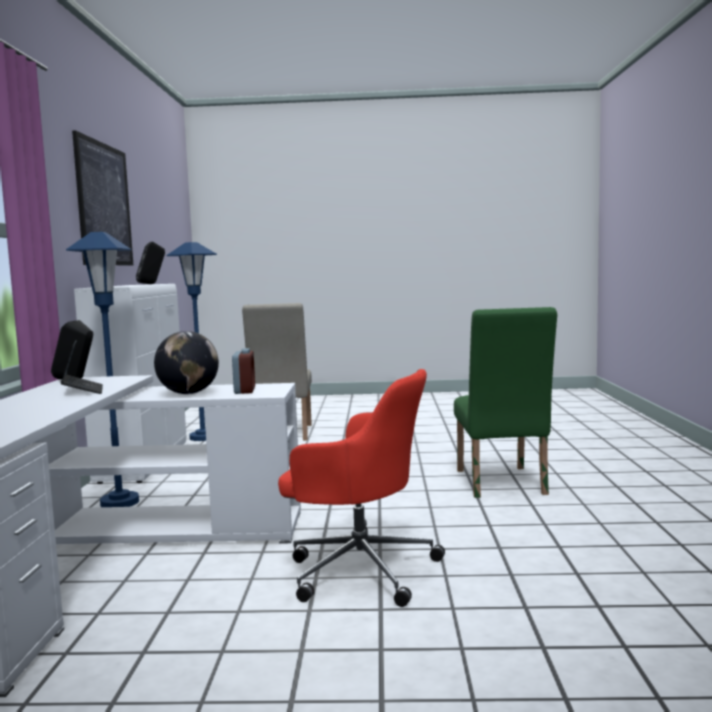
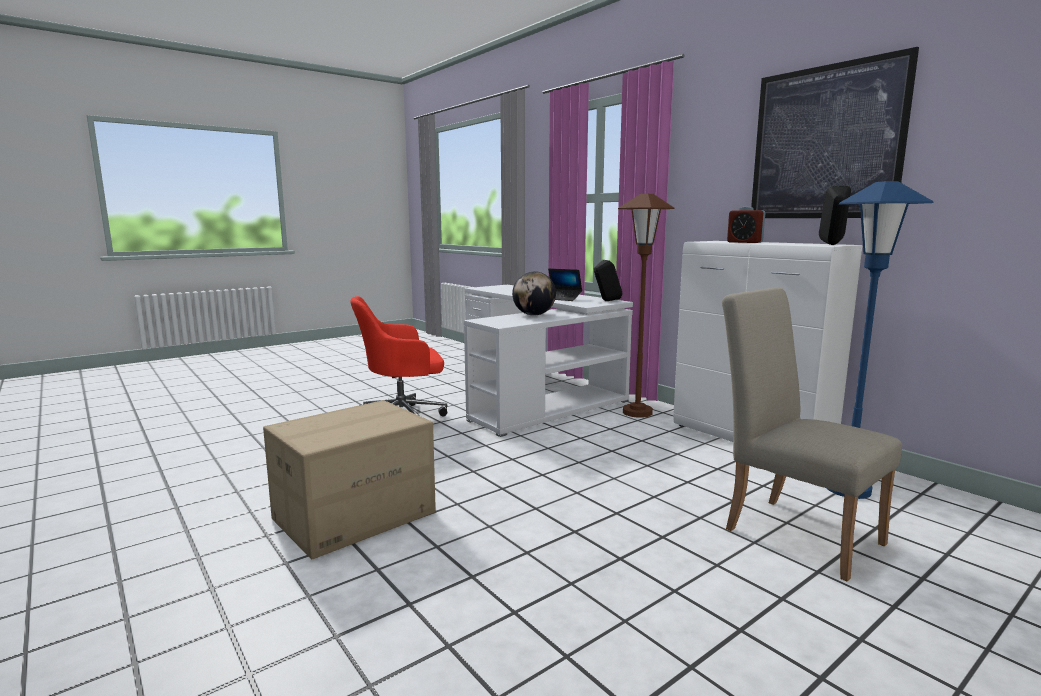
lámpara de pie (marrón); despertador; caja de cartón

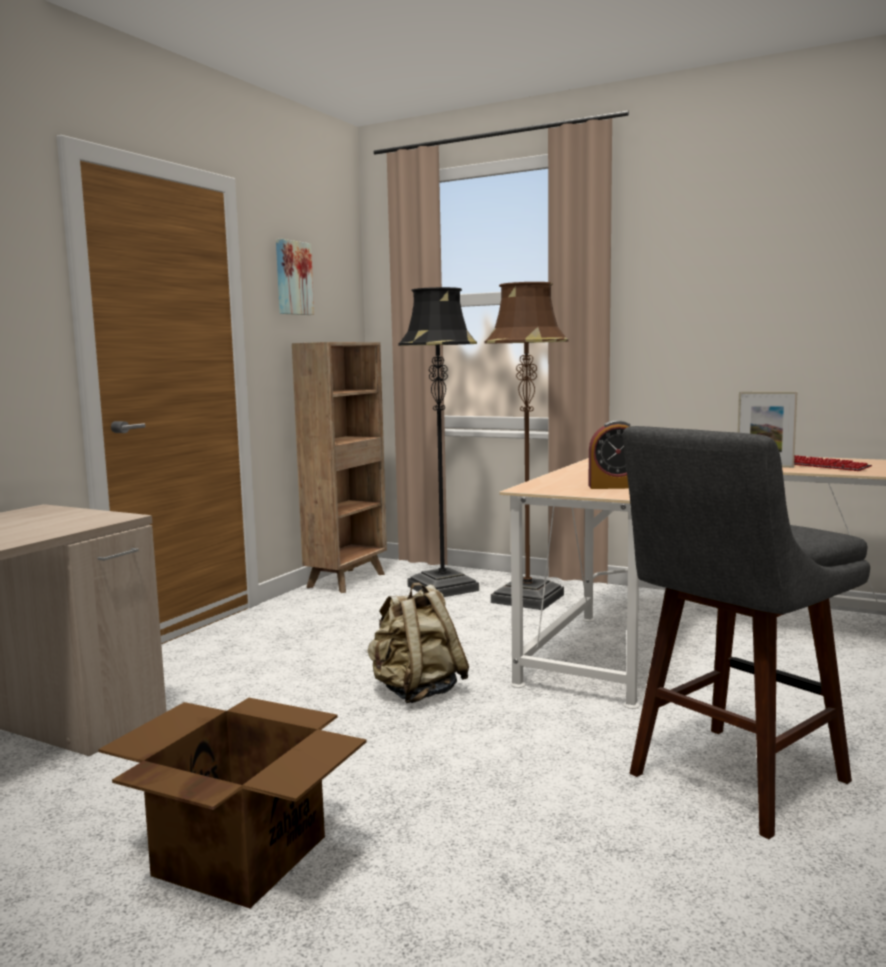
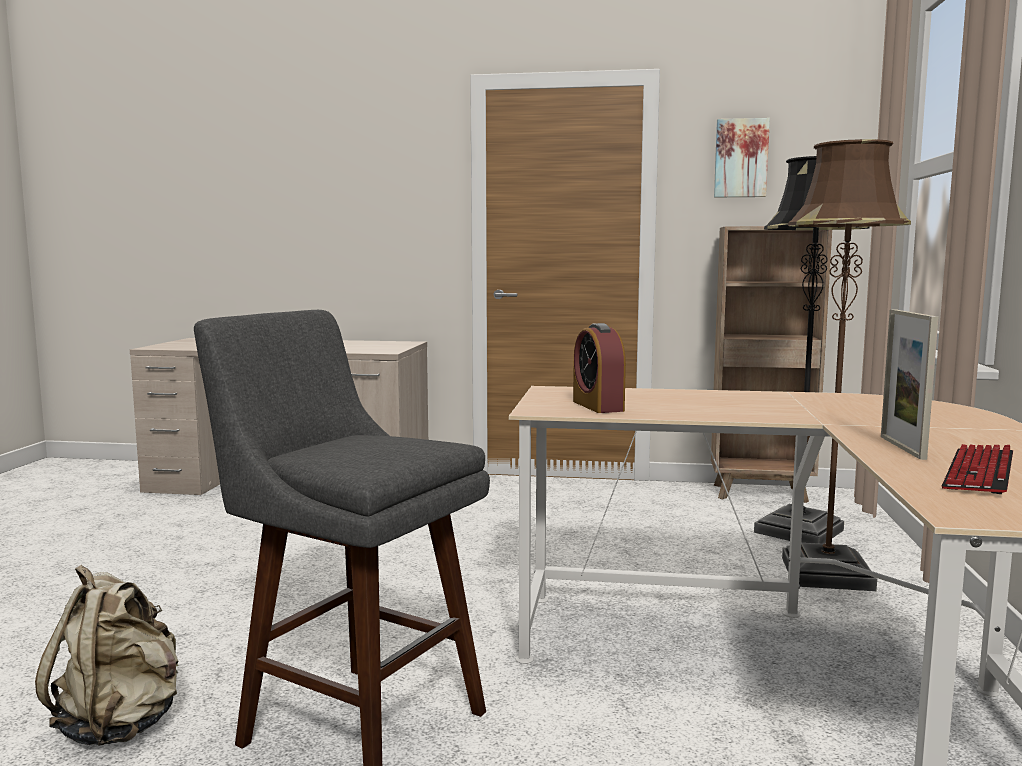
caja de cartón; mochila (beis)

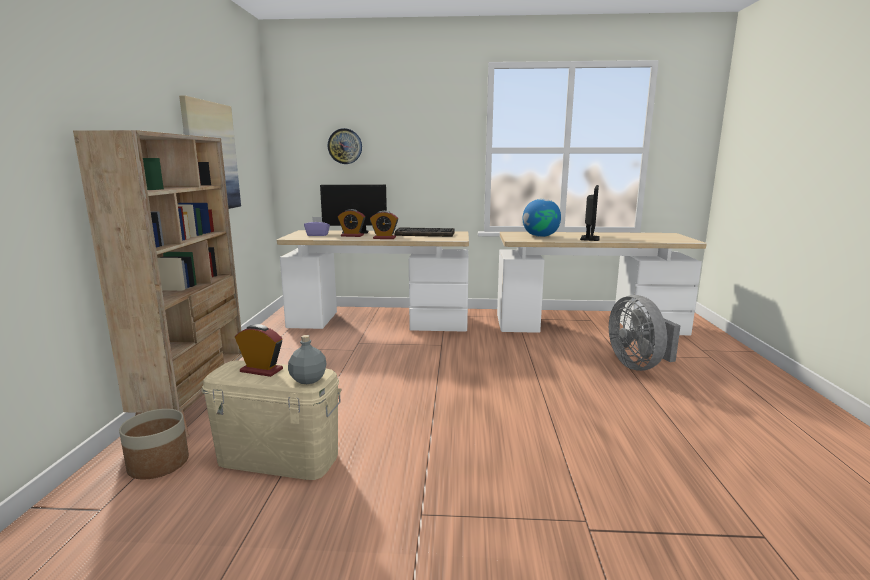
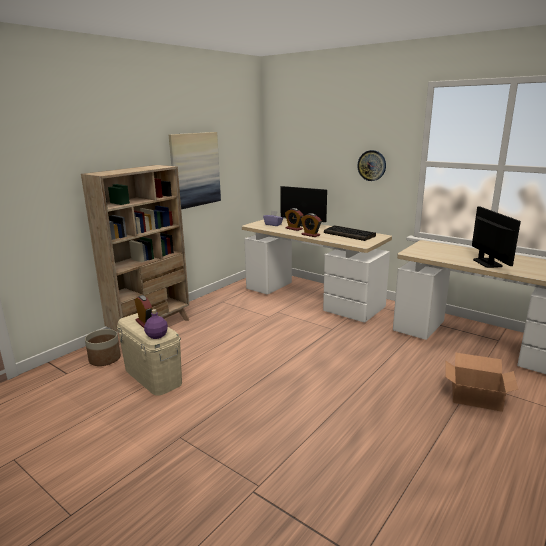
botella (morado); reloj de pared; globo terráqueo; monitor (no. 2 from left); caja de cartón

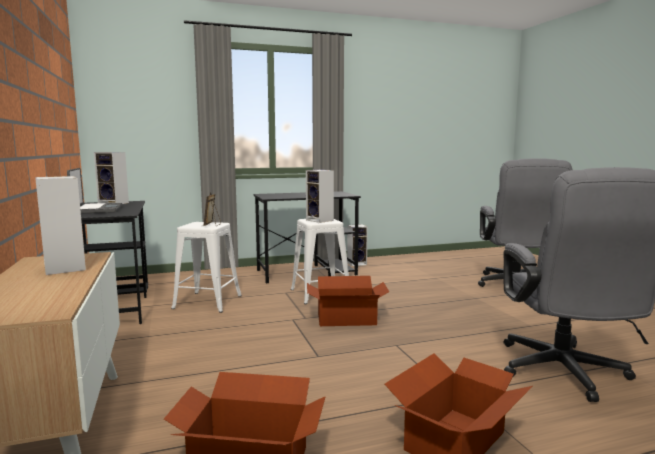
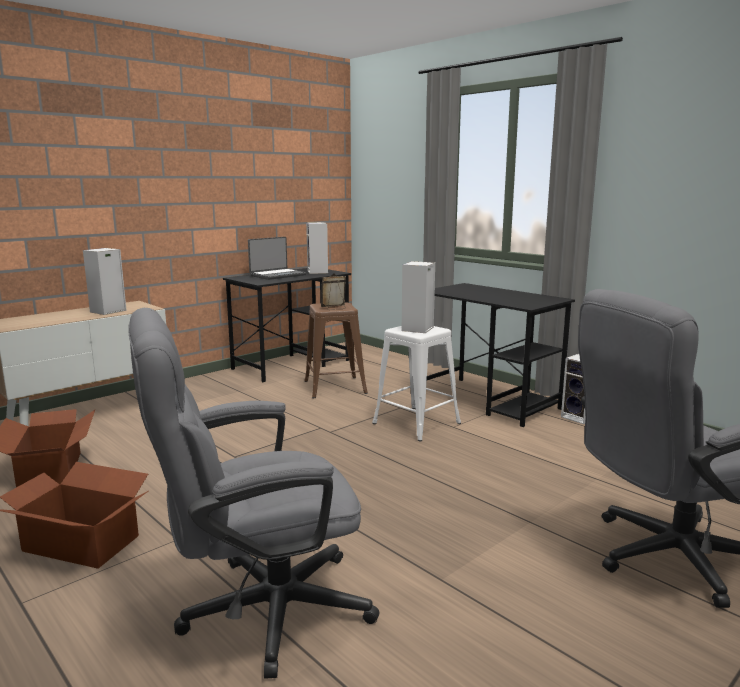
taburete (marrón); caja de cartón (no. 2 from left in the first image)

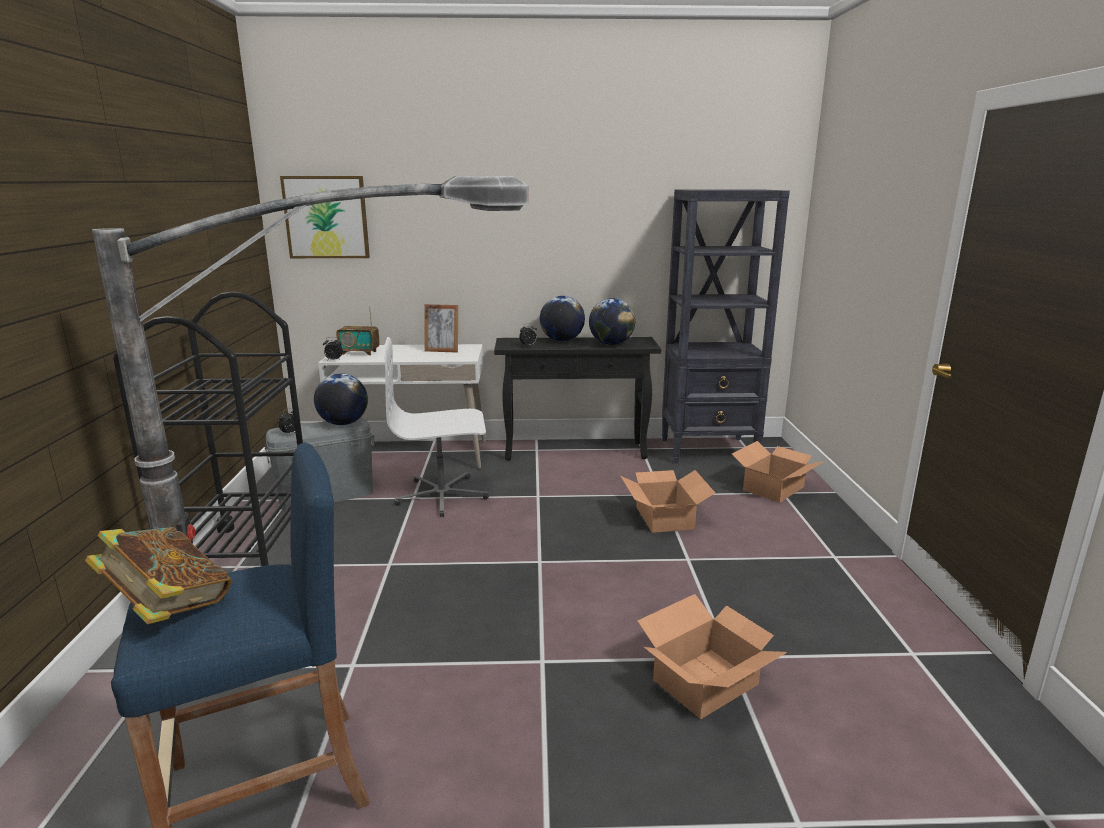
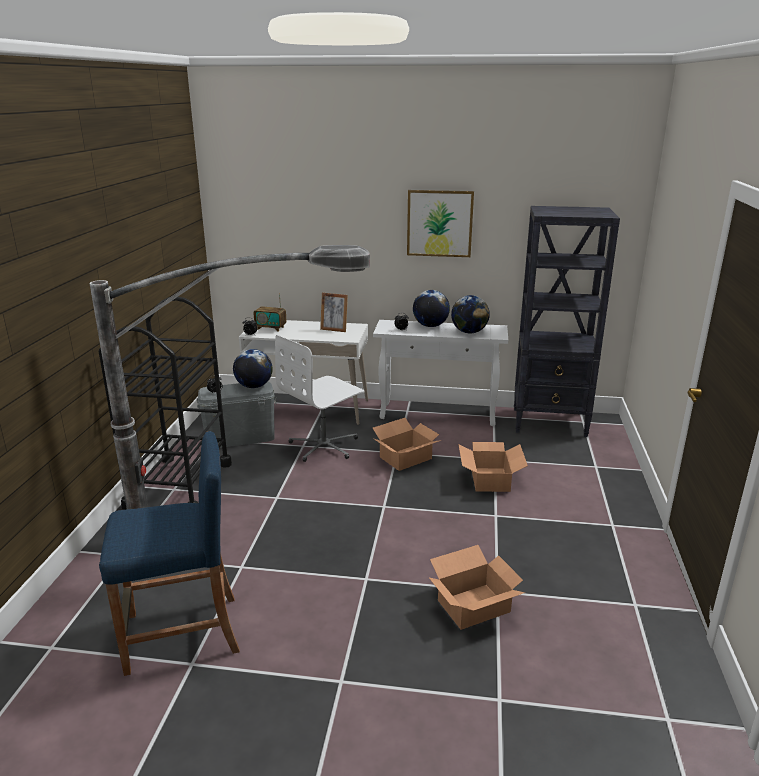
libro; cuadro; silla de oficina (blanco); mesa consola (blanco); caja de cartón (no. 1 from left)

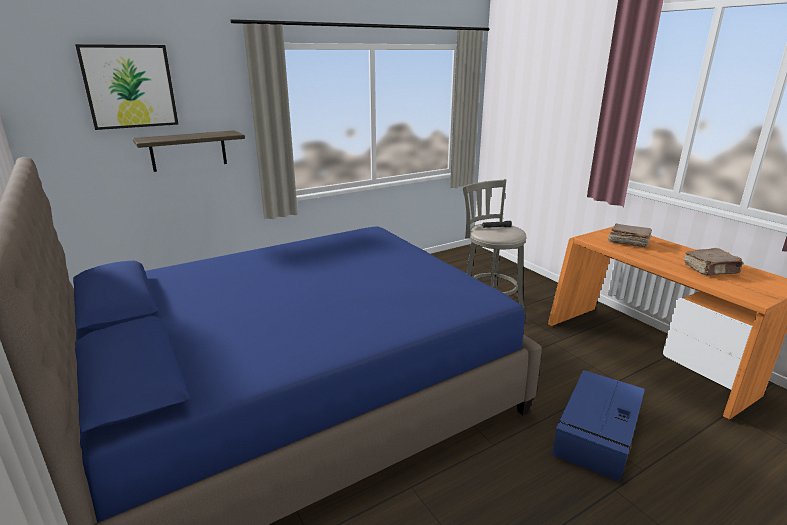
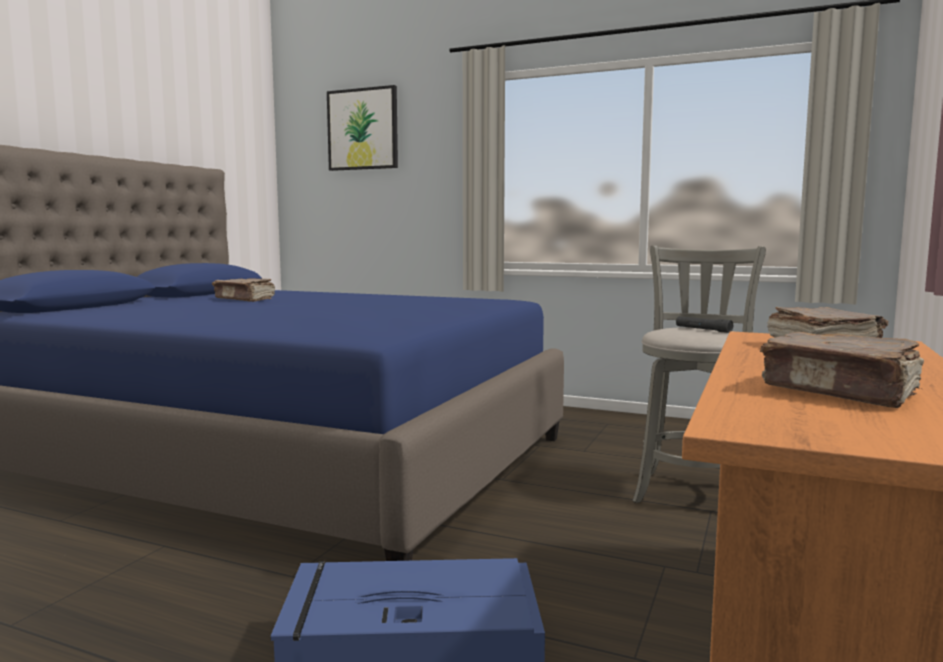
estante; libro (marrón) (no. 1 from left)

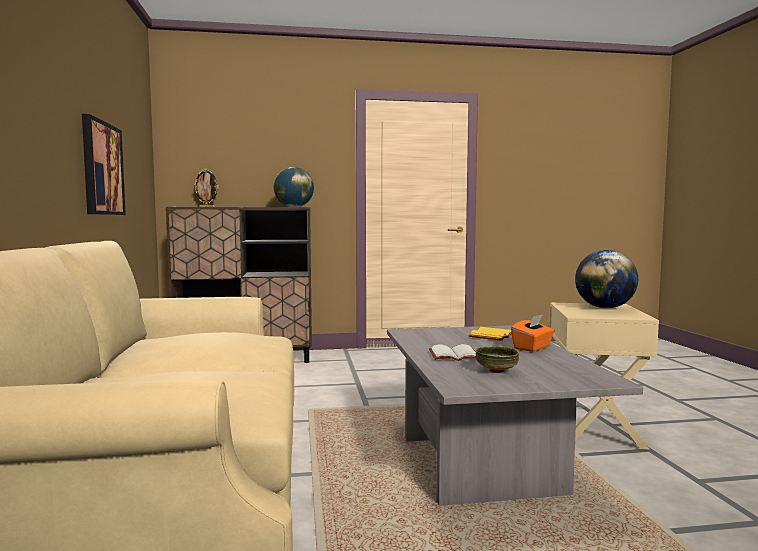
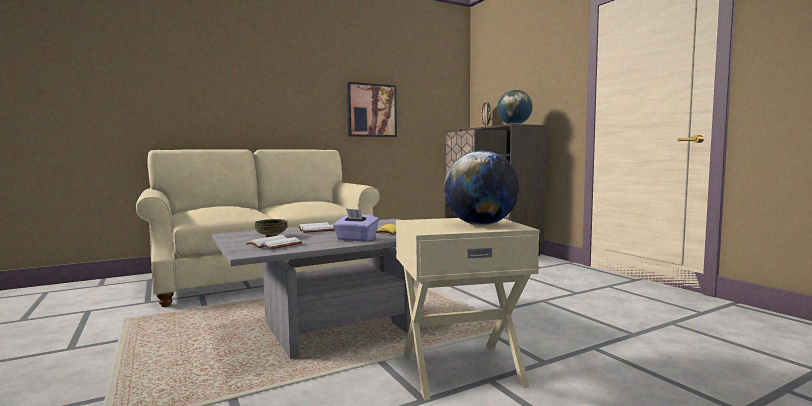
caja de pañuelos (morado); libro (blanco) (no. 1 from left)

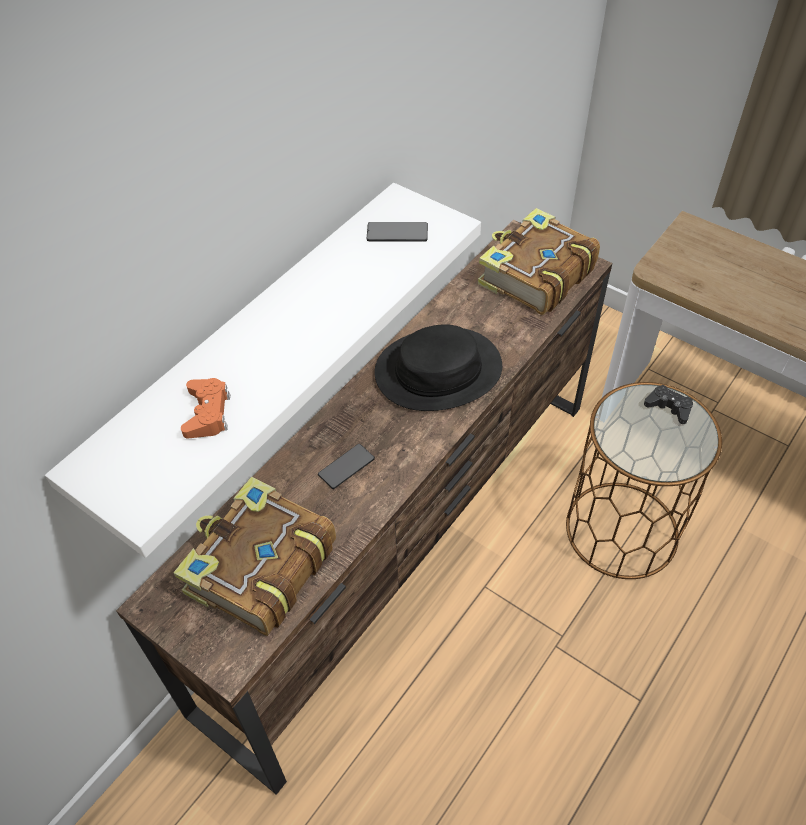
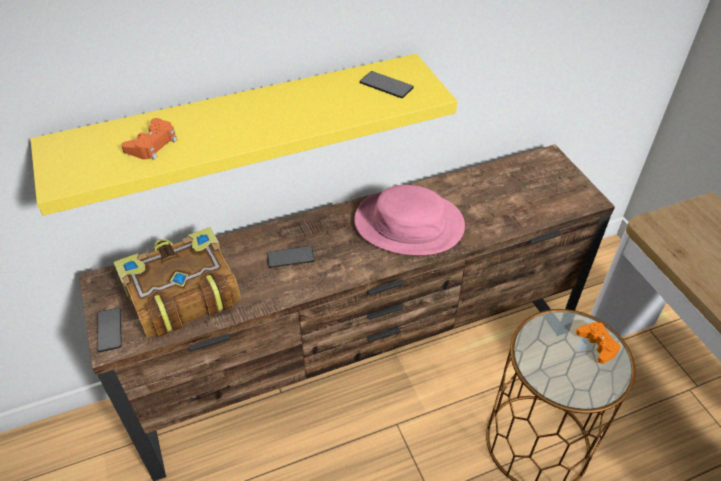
estante (amarillo); sombrero (rosa); libro (no. 2 from left in the first image); mando de consola (naranja) (no. 2 from left); móvil (no. 1 from left)

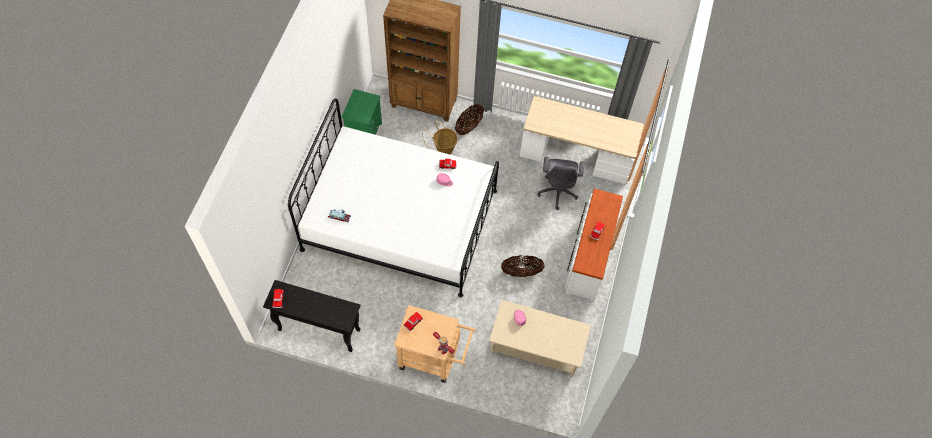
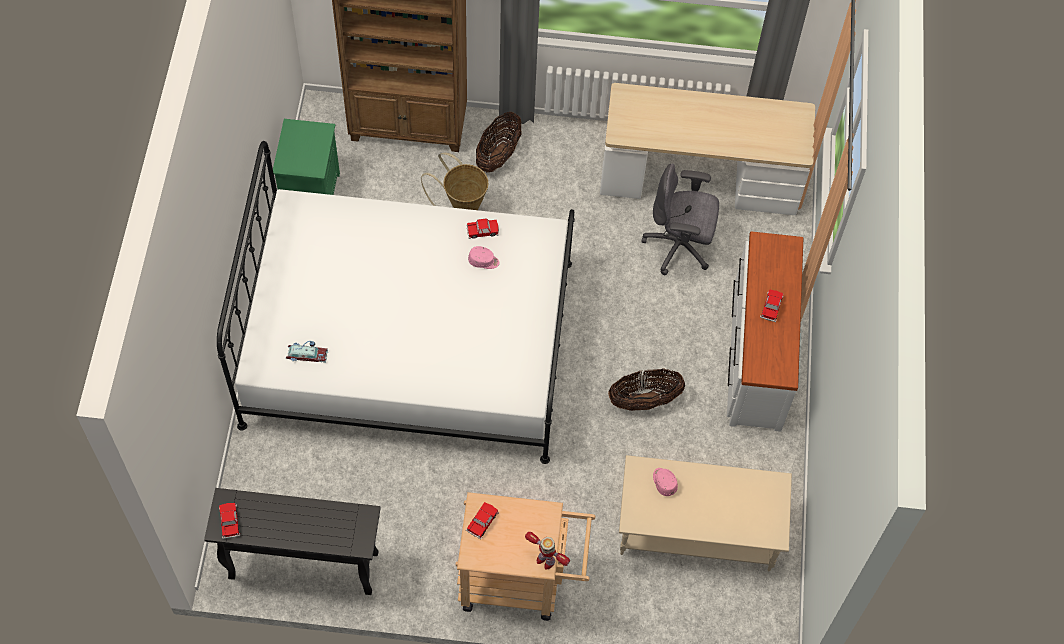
silla de oficina (gris)

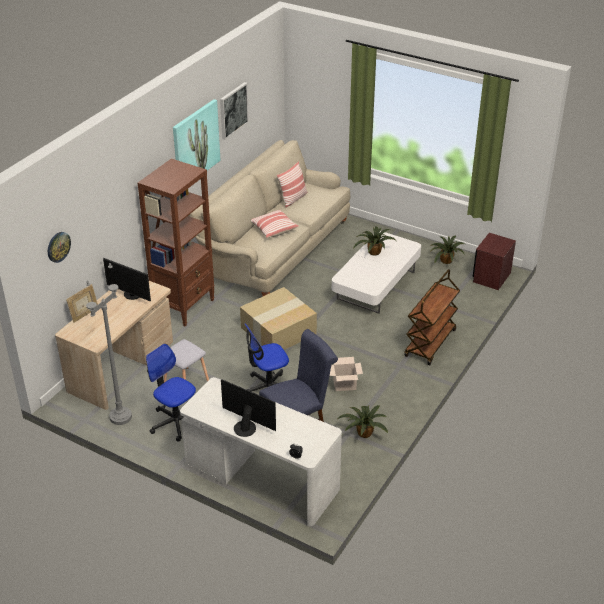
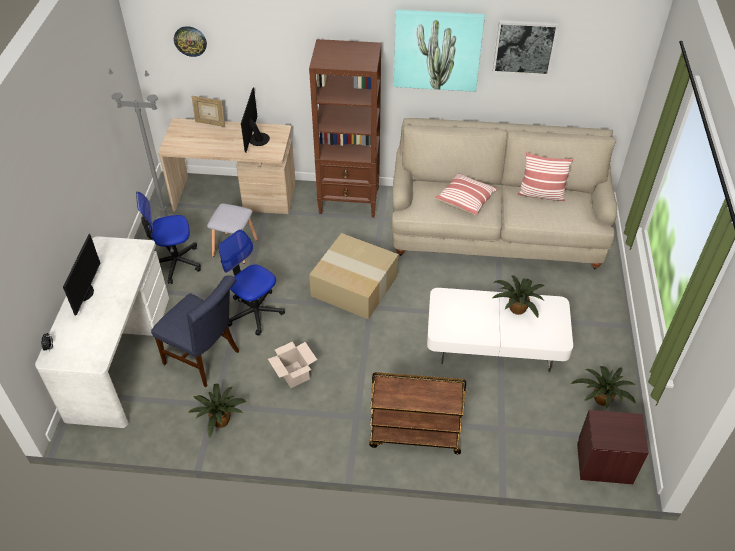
silla de oficina (no. 1 from left)

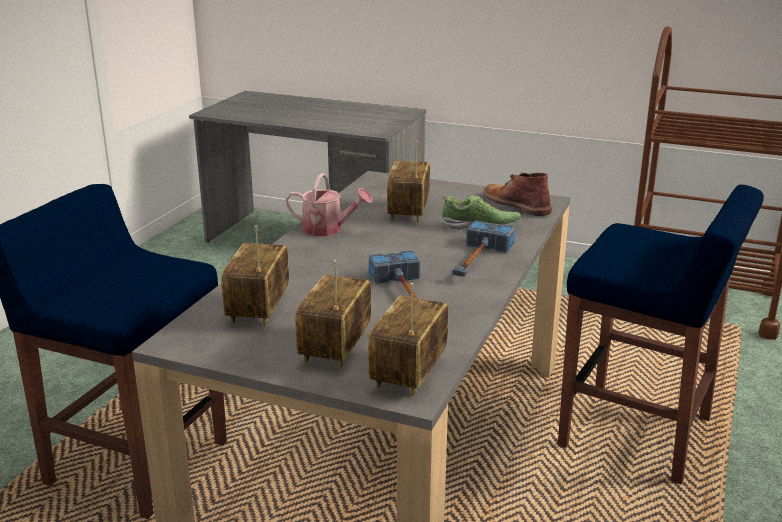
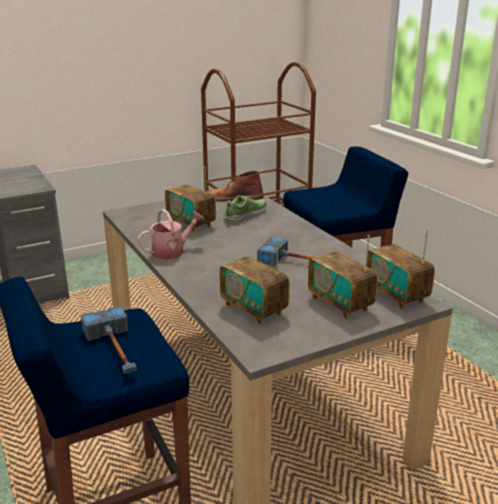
martillo (no. 1 from left)

